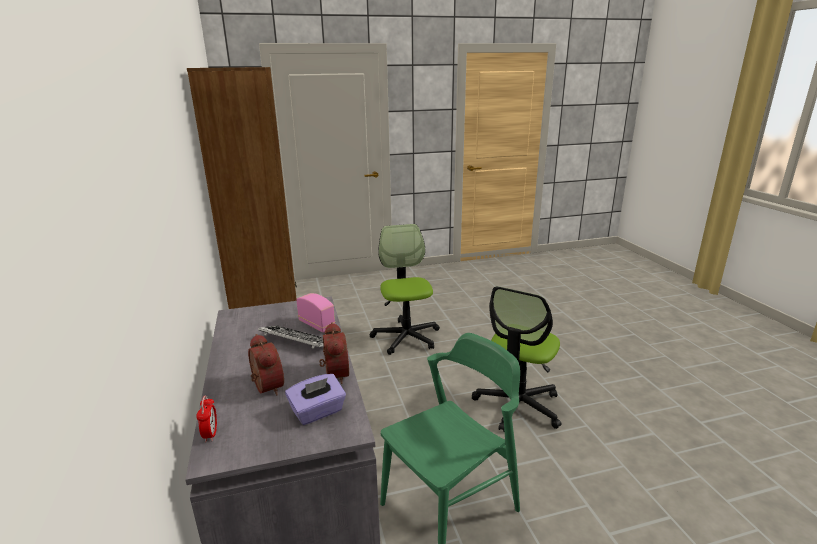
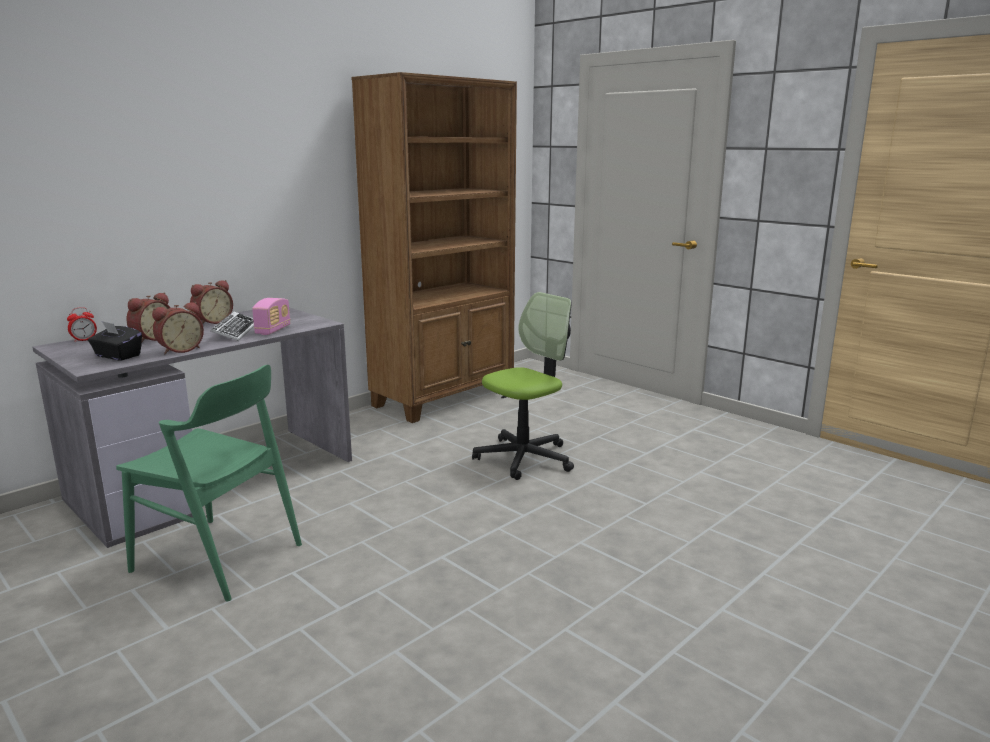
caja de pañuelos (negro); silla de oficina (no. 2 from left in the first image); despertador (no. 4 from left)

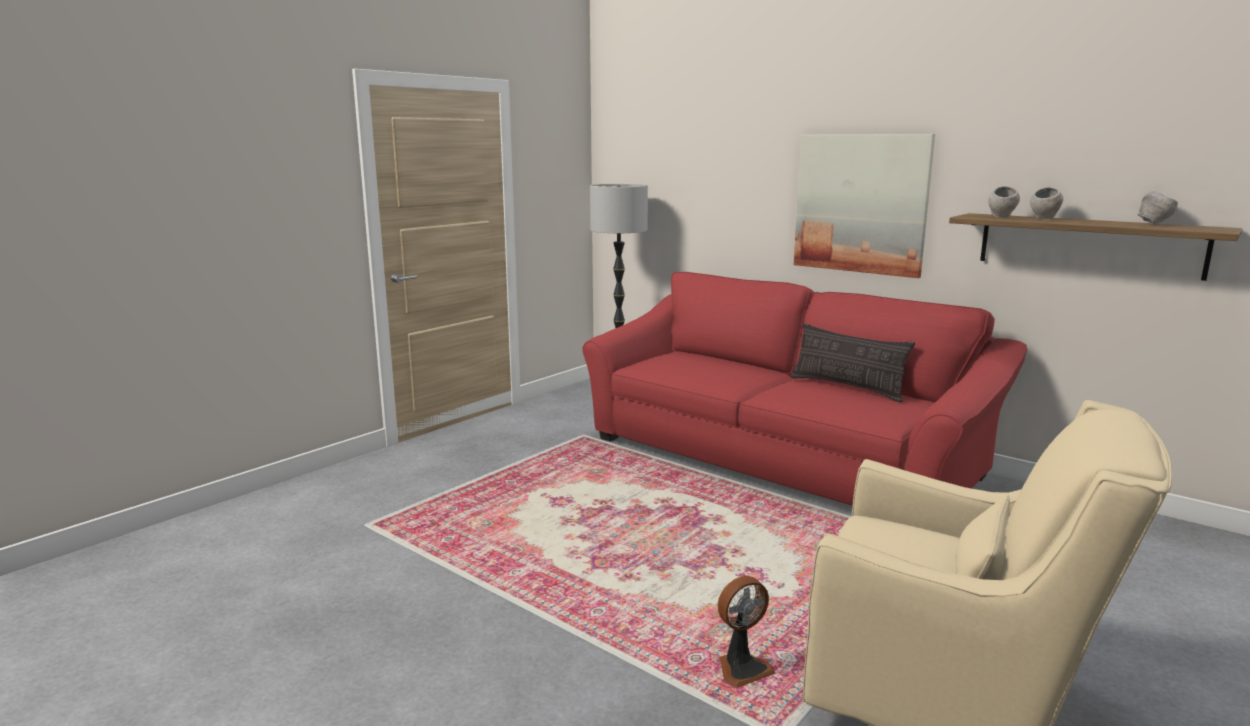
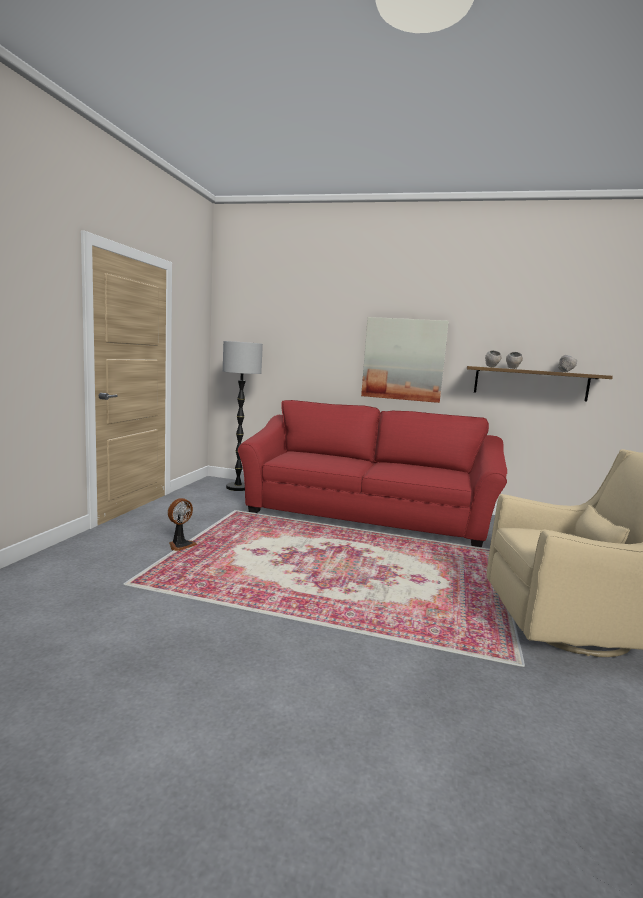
ventilador; cojín

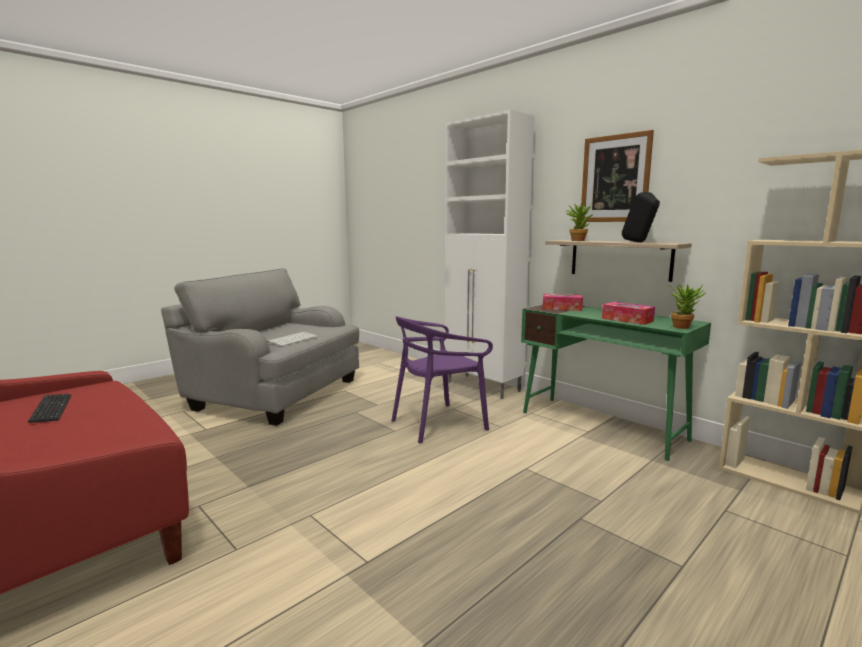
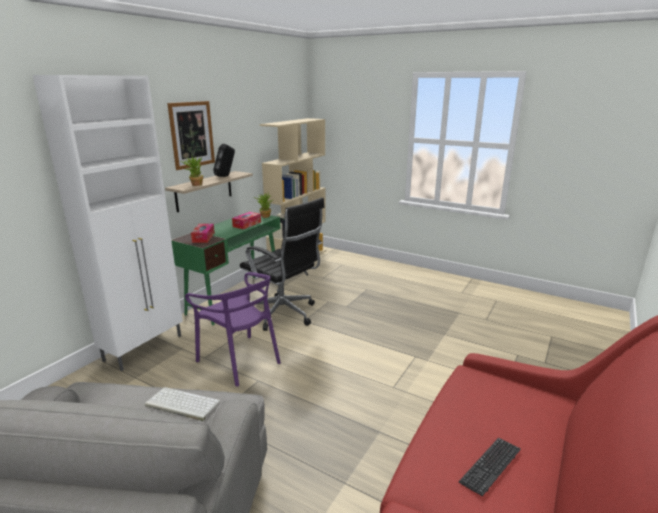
silla de oficina (negro)

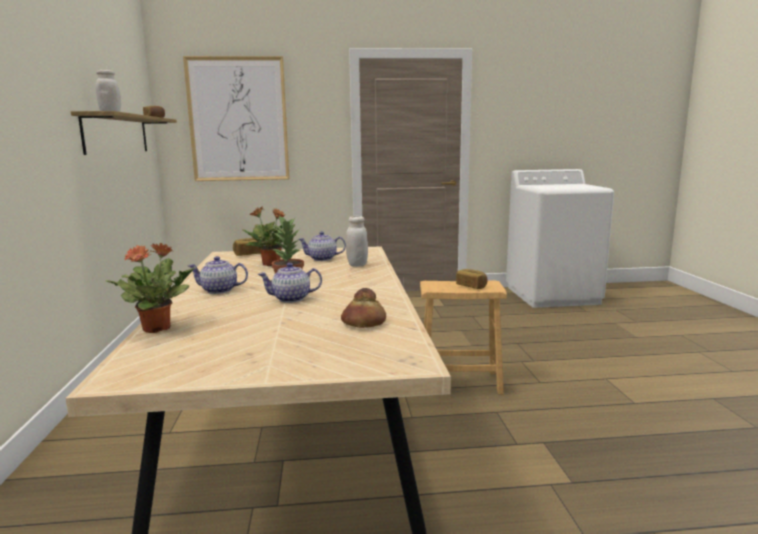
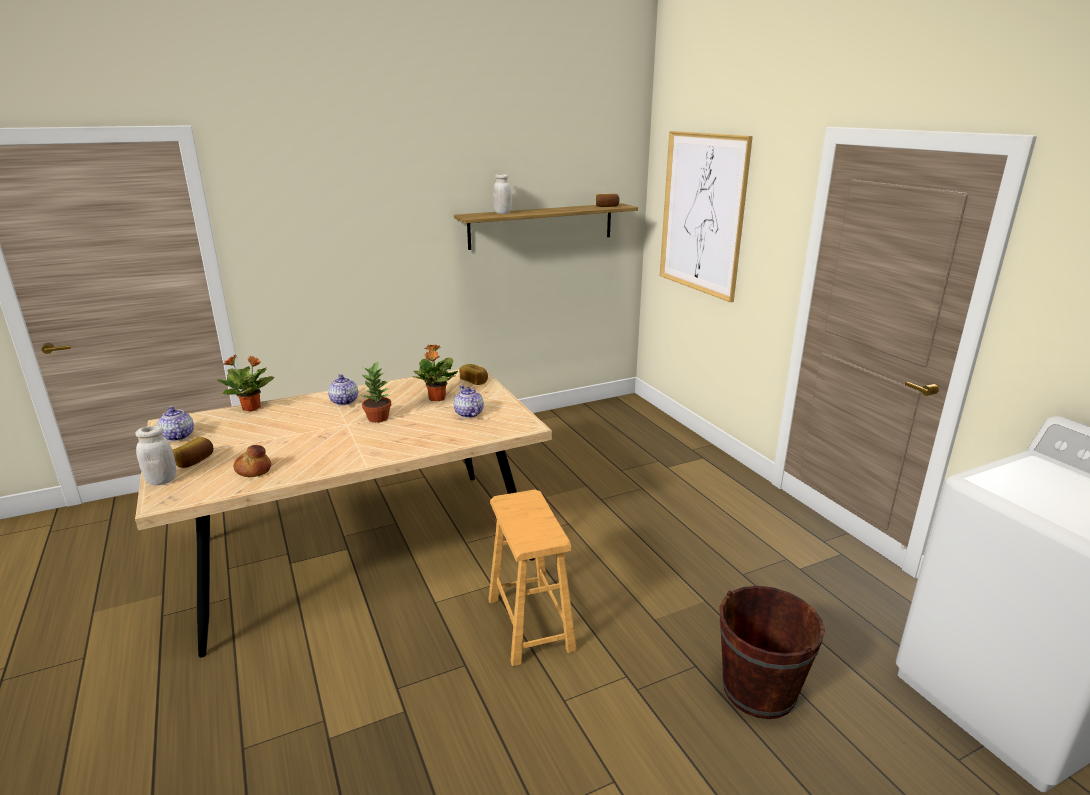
tetera (no. 1 from left); tarro (blanco) (no. 1 from left); pan (no. 1 from left); cubo (marrón)

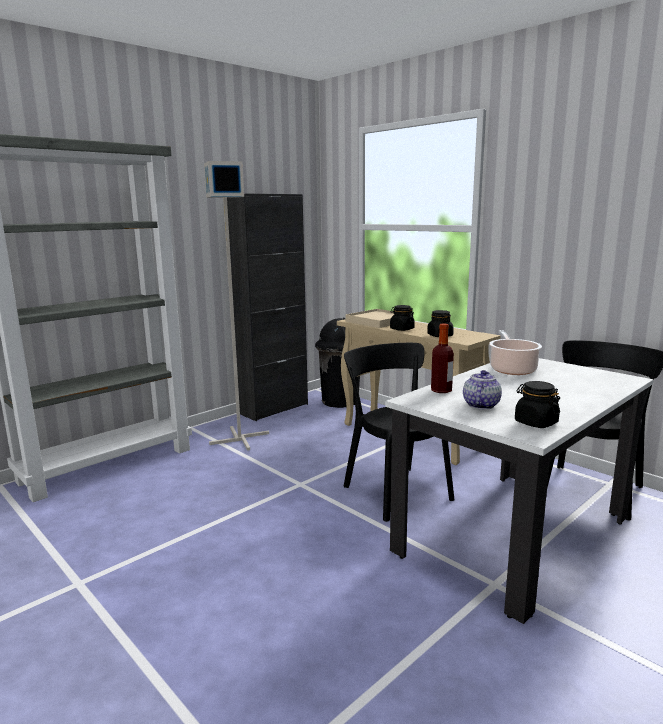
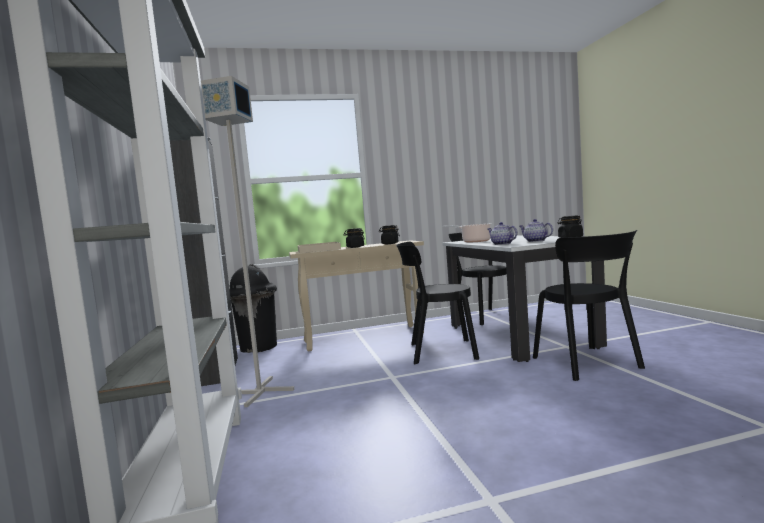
tetera (no. 1 from left); silla (negro) (no. 3 from left)

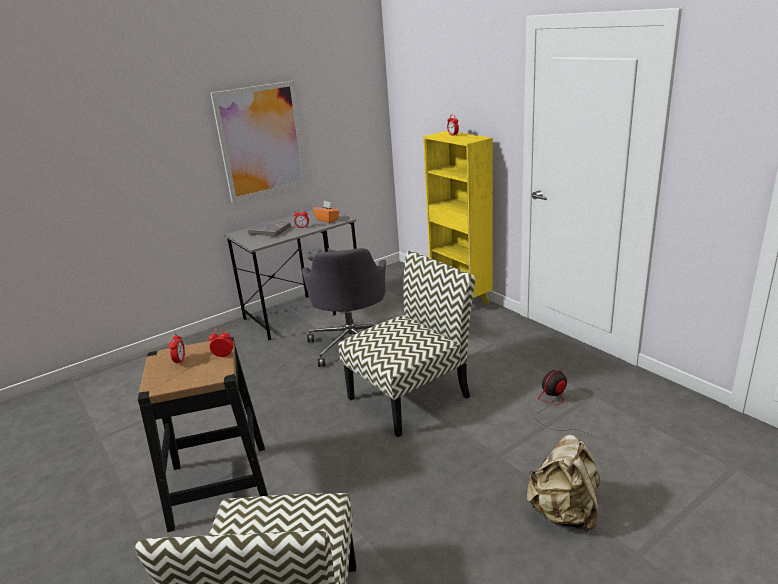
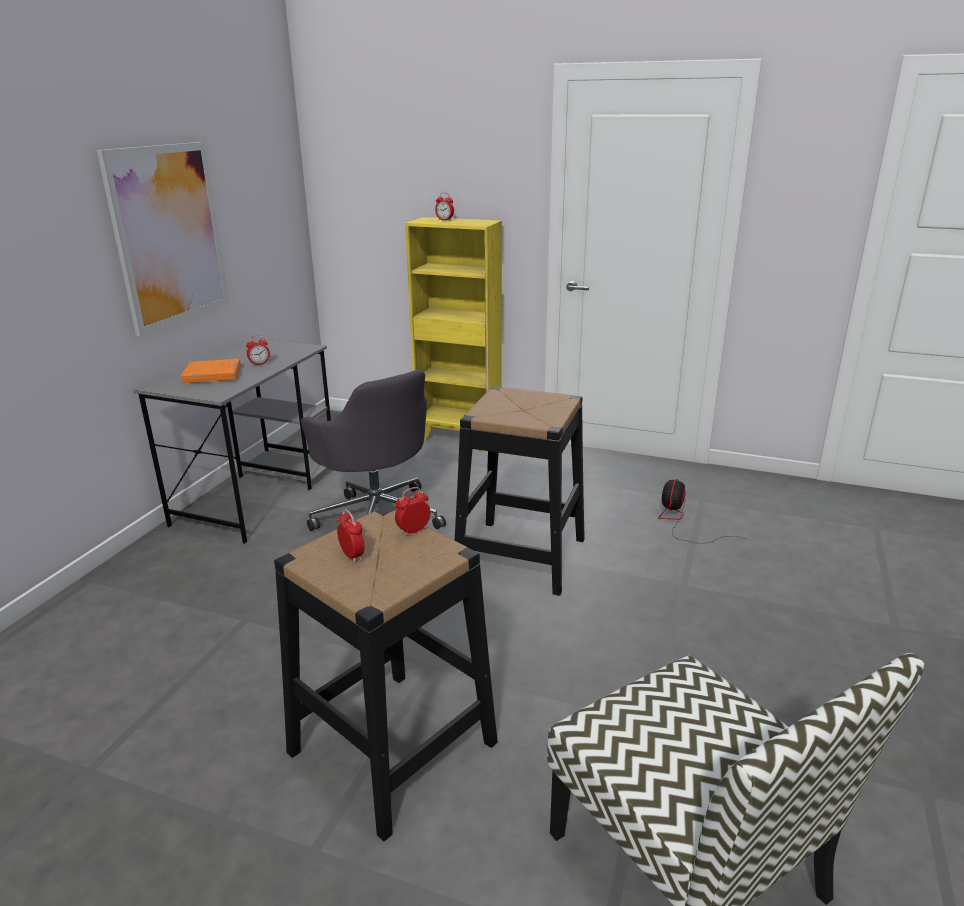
libro (naranja); caja de pañuelos (naranja); taburete (negro) (no. 2 from left); mochila (beis)

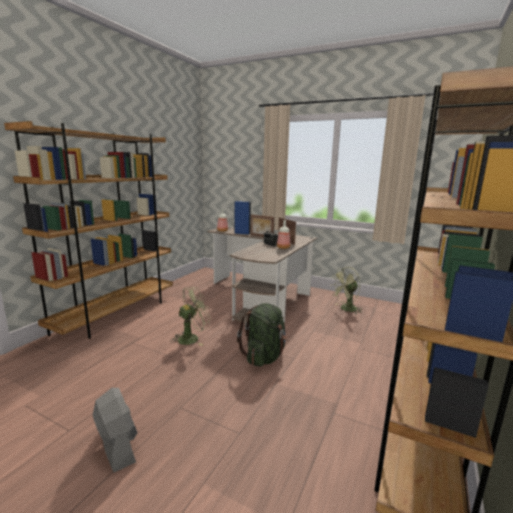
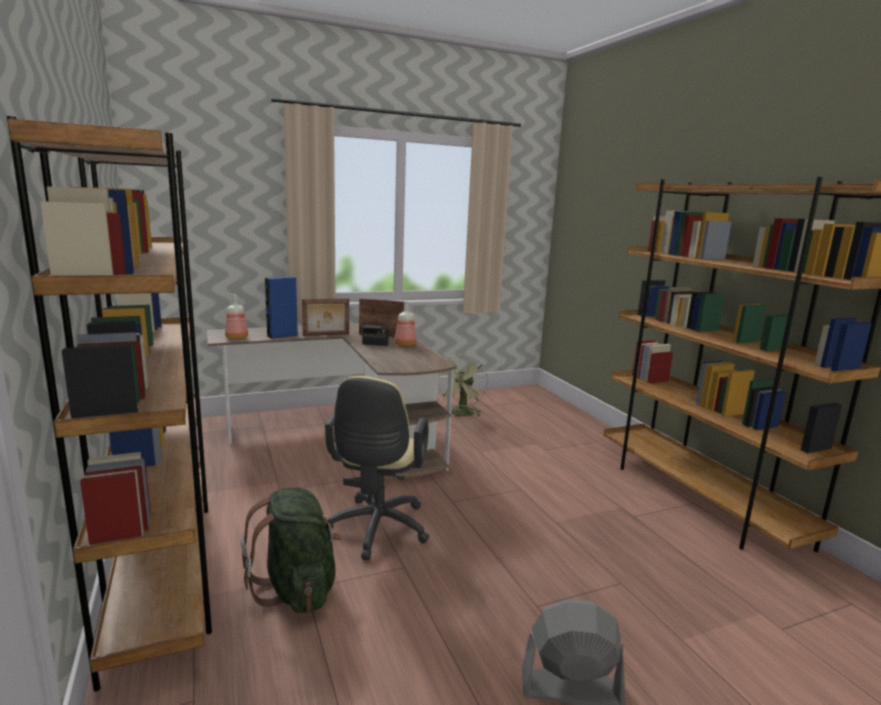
silla de oficina (beis); mochila (verde)

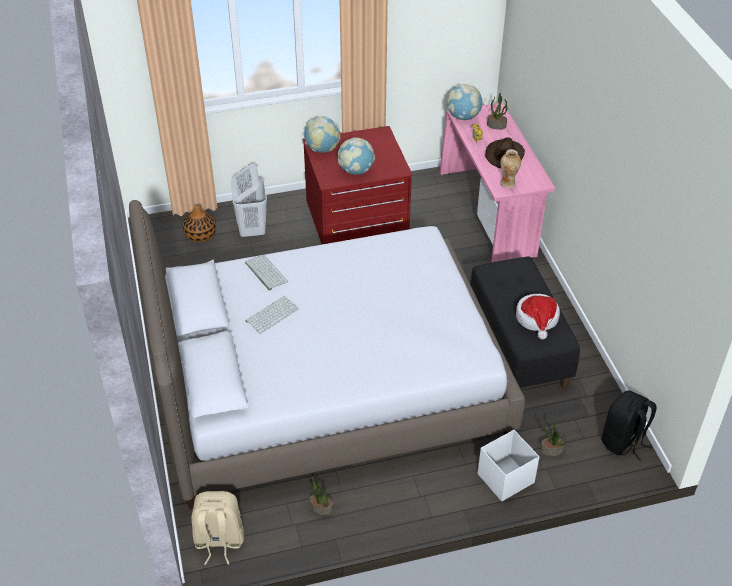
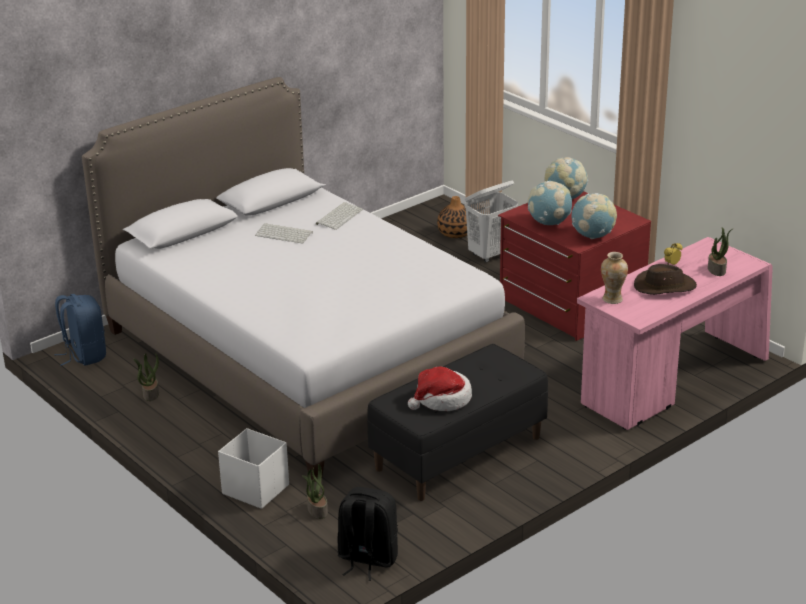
mochila (azul); globo terráqueo (no. 3 from left)

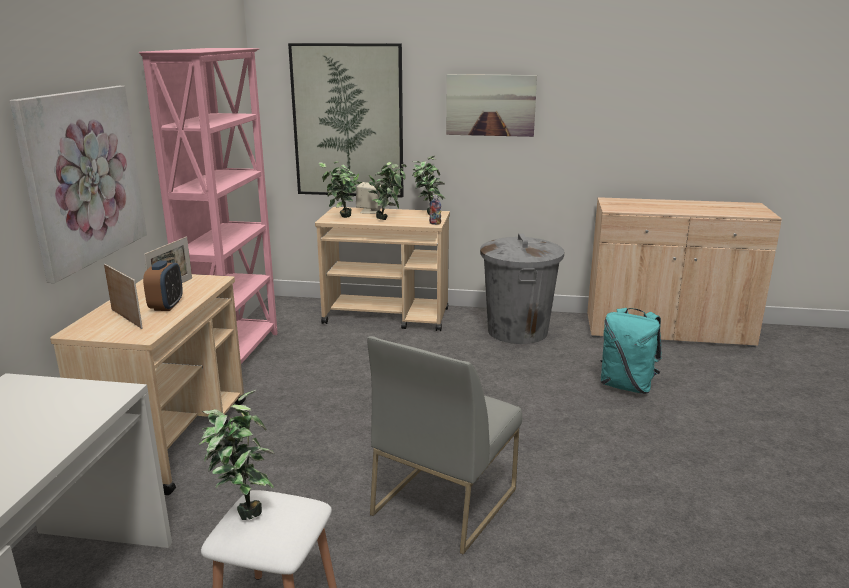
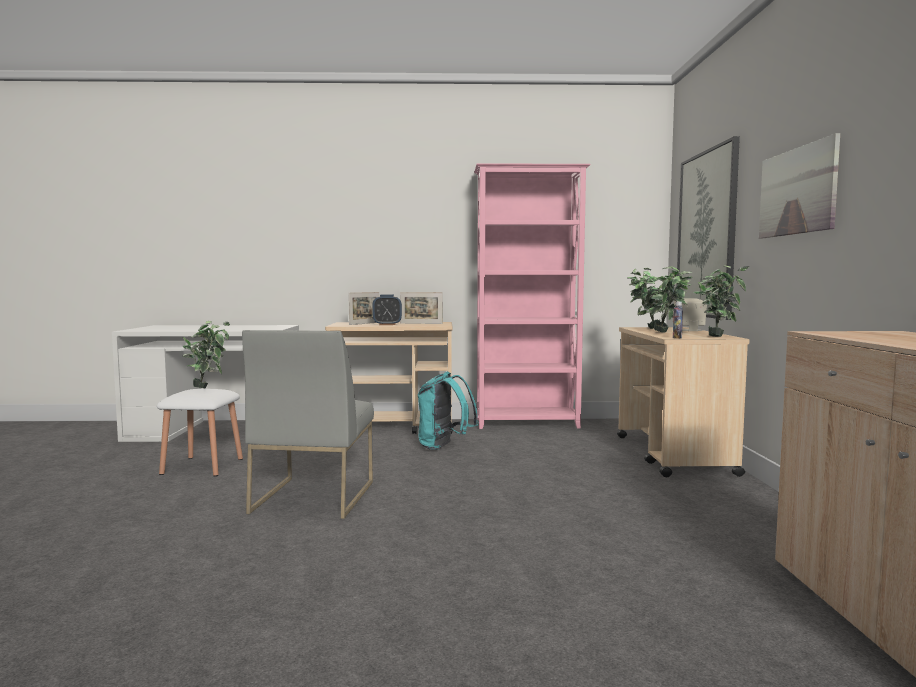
cuadro (no. 1 from left in the first image); silla (gris); papelera (gris); mochila (turquesa)

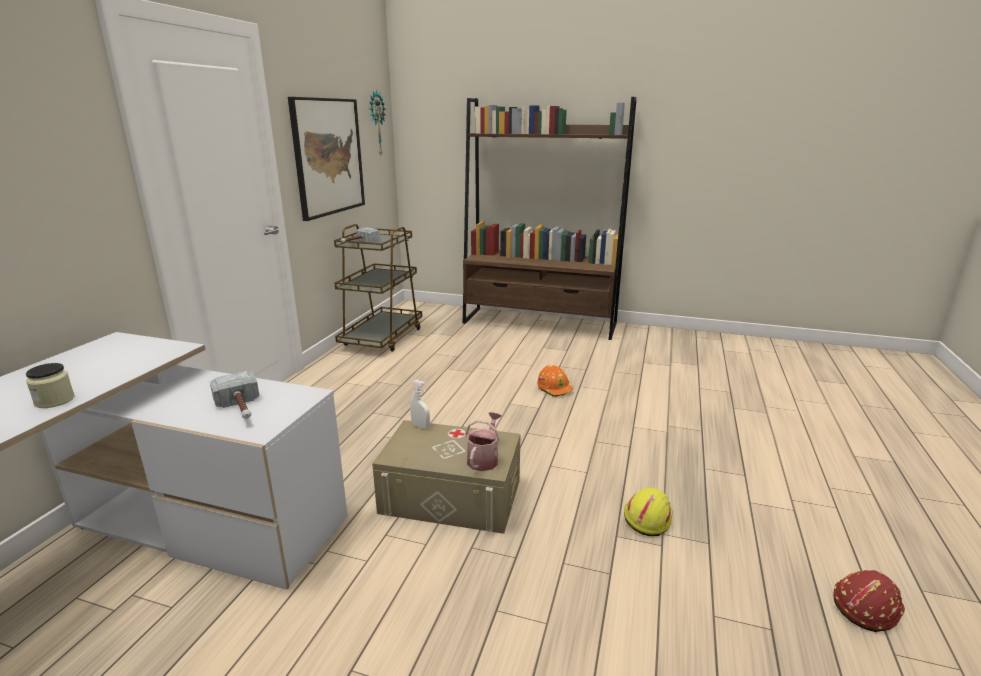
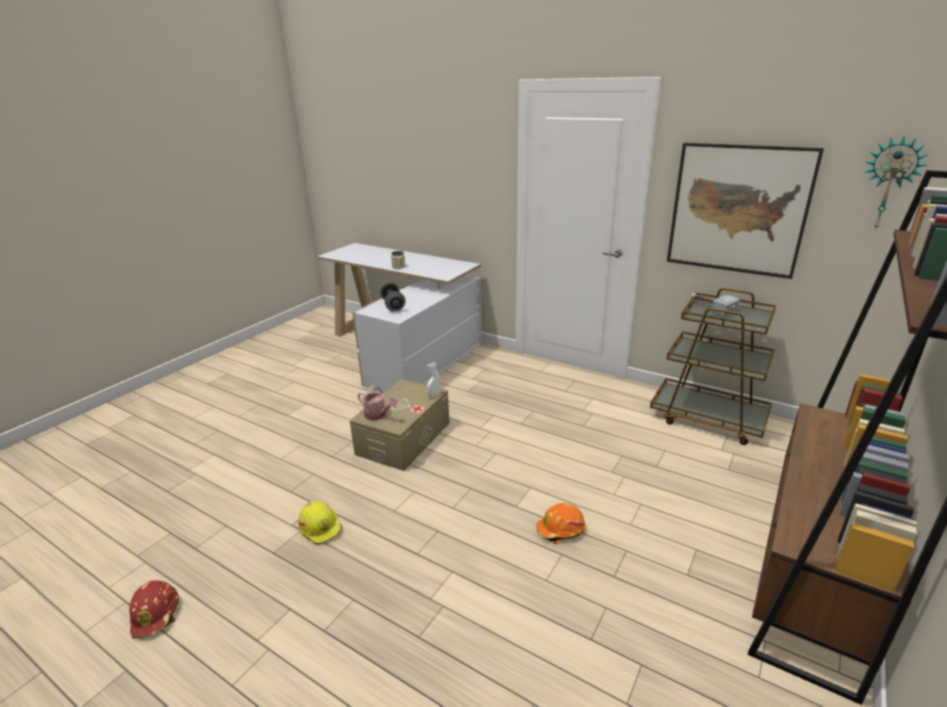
mancuerna (gris)

